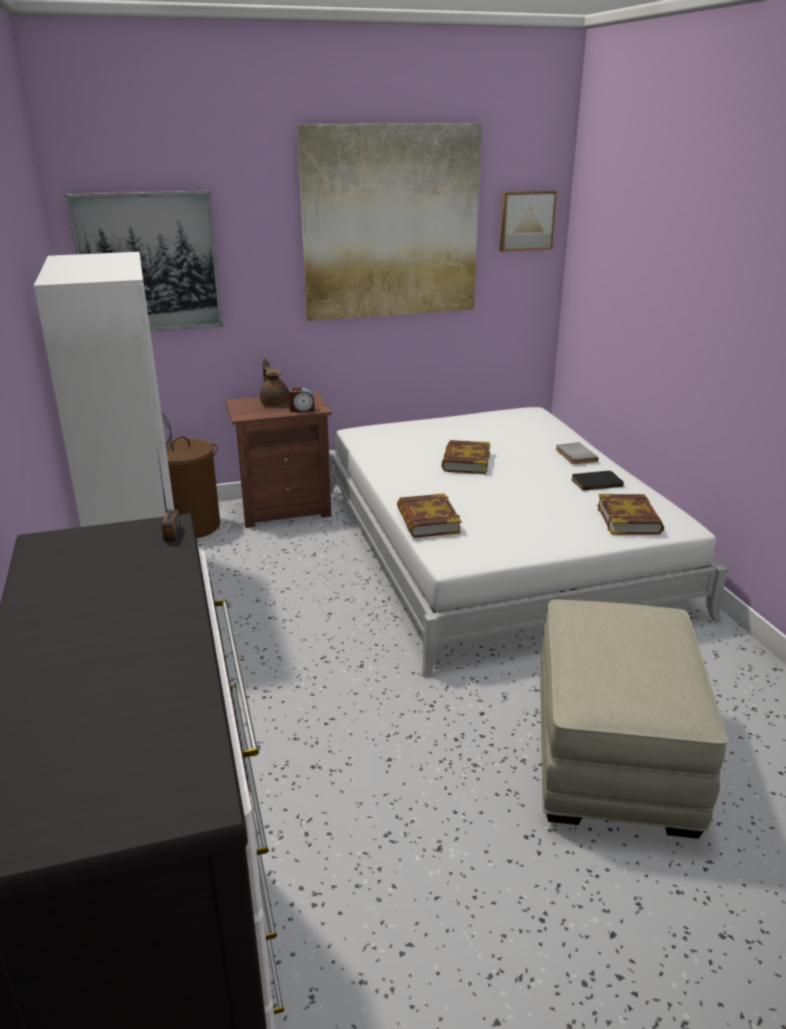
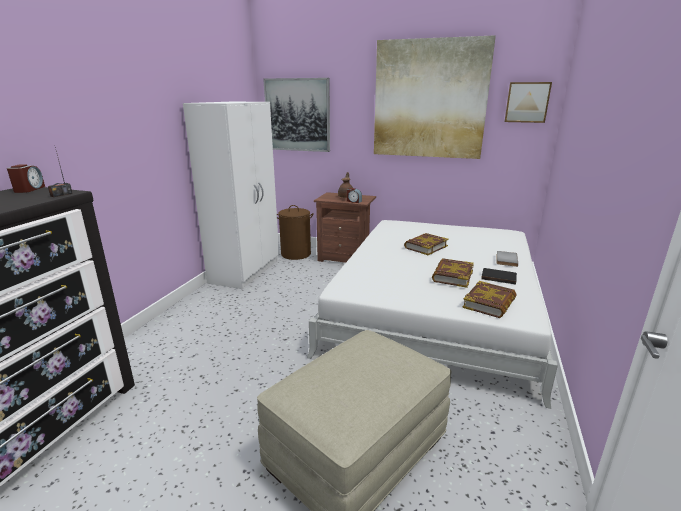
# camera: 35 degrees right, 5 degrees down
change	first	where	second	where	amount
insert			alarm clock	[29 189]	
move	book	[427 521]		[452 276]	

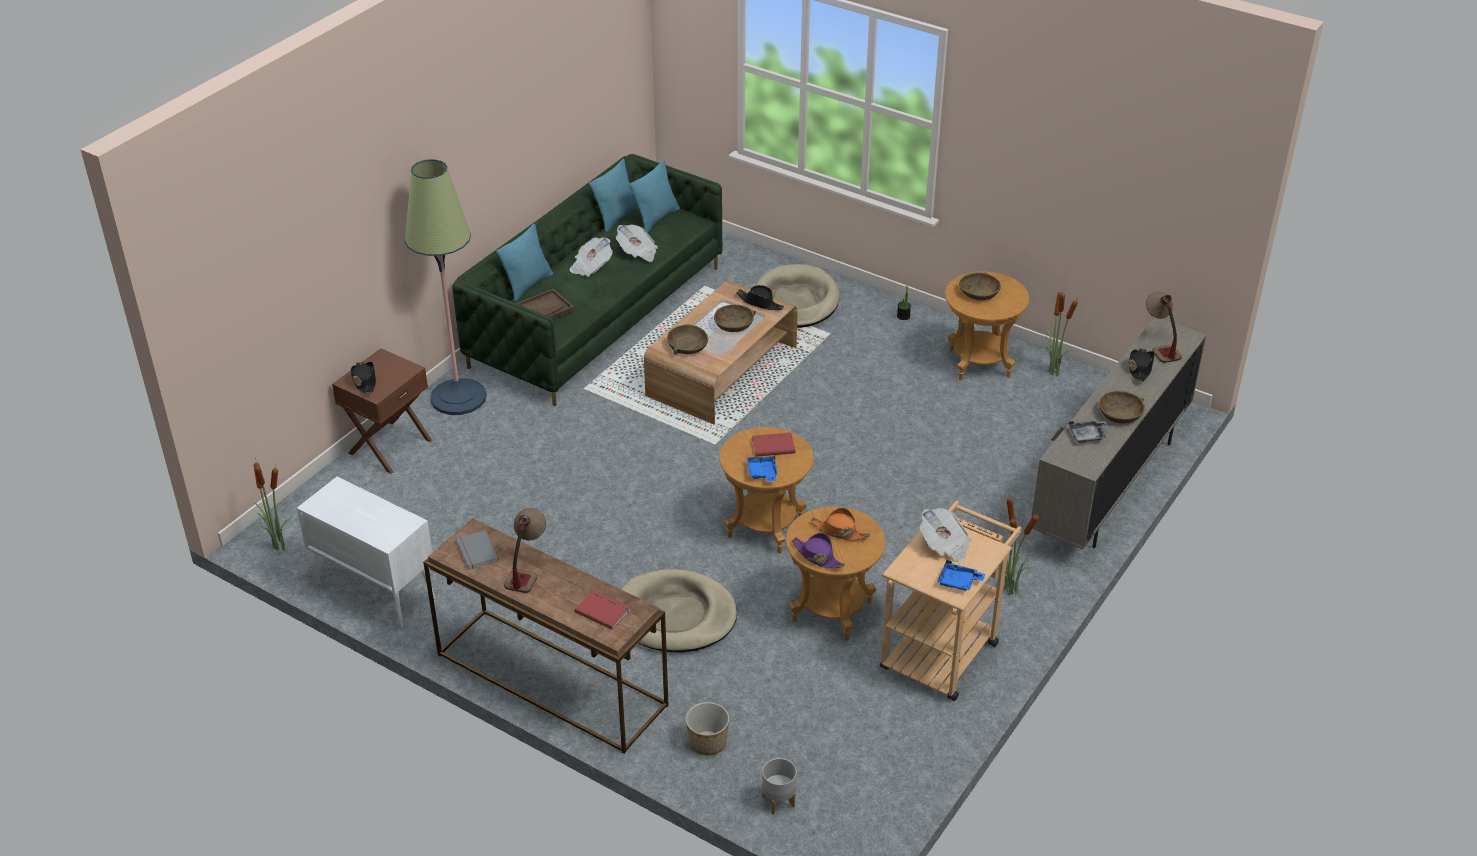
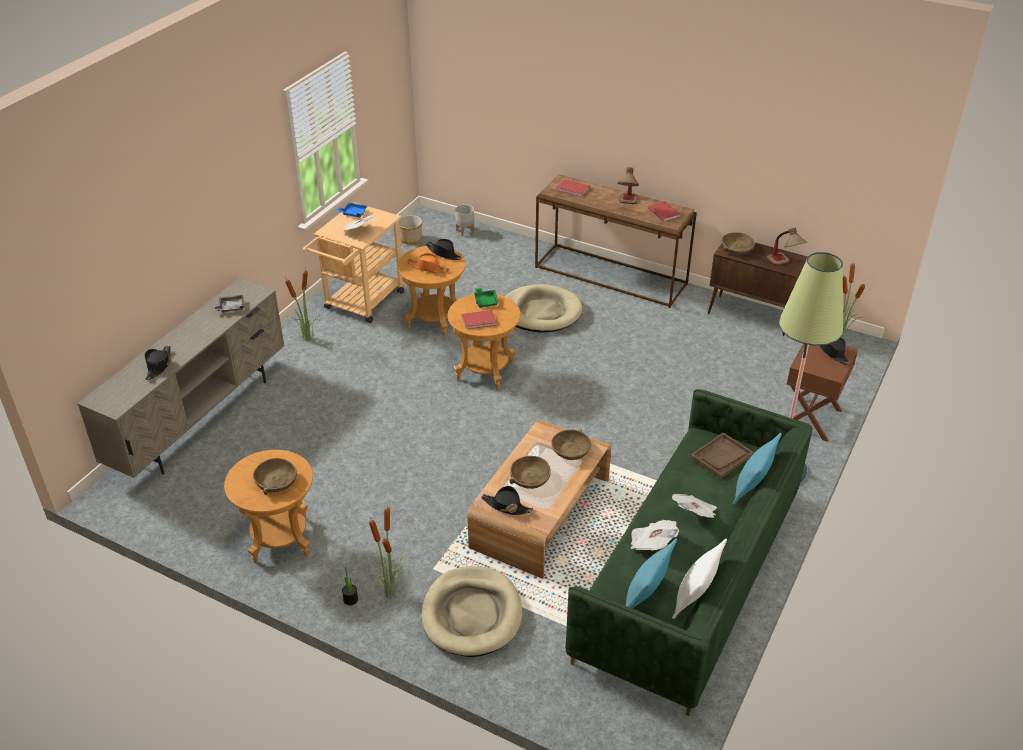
# camera: 175 degrees right, 0 degrees up
change	first	where	second	where	amount
move	potted plant	[1052 372]		[391 591]	
move	planter	[708 742]		[410 239]	
recolor	purple hat	[817 556]	black hat	[444 253]	
recolor	blue tray	[762 473]	green tray	[485 301]	
recolor	grey book	[476 552]	red book	[664 212]	
recolor	turquoise pillow	[617 217]	white pillow	[694 598]	
recolor	white cabinet	[374 590]	brown cabinet	[751 316]	
move	brown bowl	[1120 413]		[736 249]	
move	table lamp	[1159 346]		[784 265]	

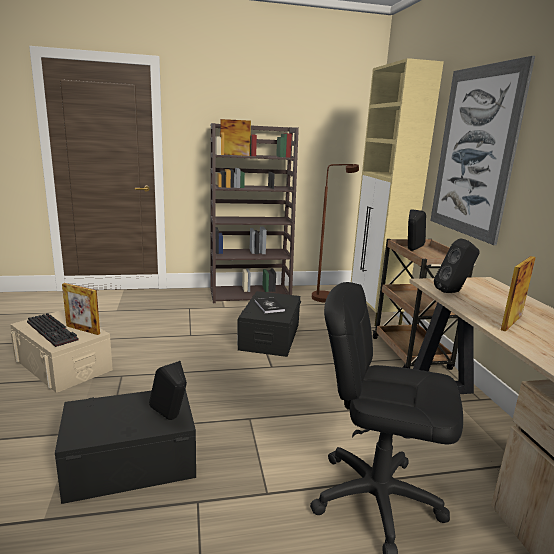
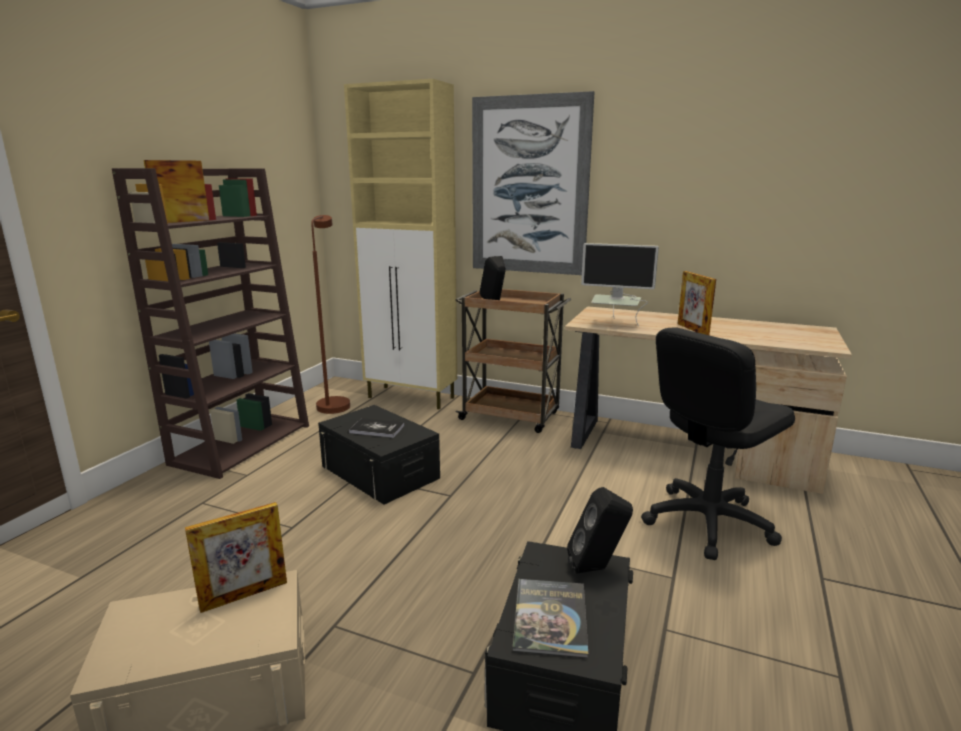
# camera: 55 degrees left, 0 degrees up
change	first	where	second	where	amount
insert			book	[550 617]	
replace	black speaker	[453 292]	monitor	[615 324]	
delete	keyboard	[54 331]			

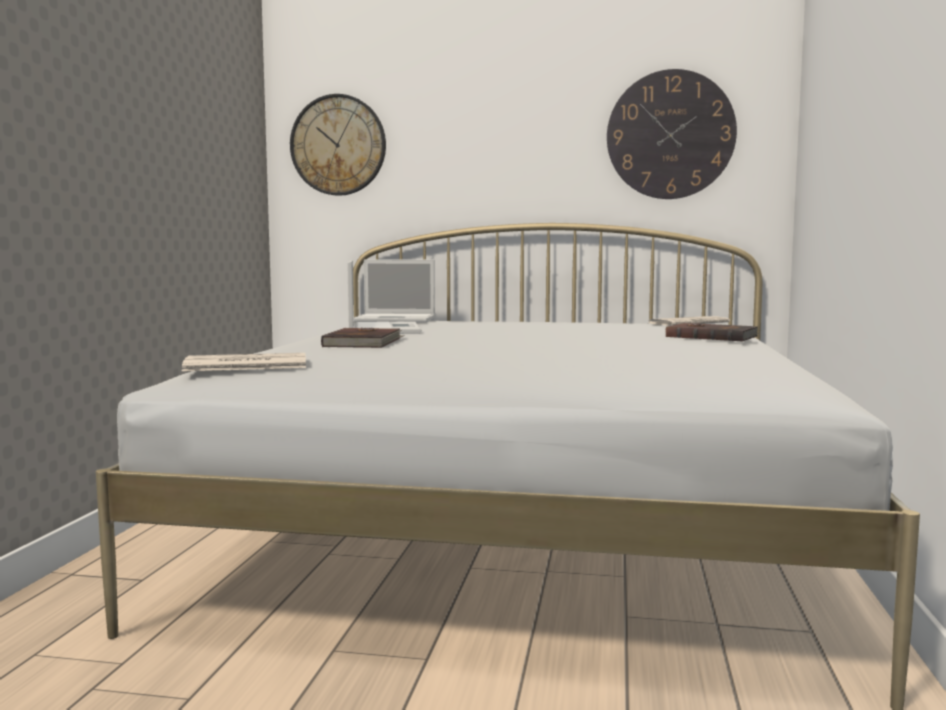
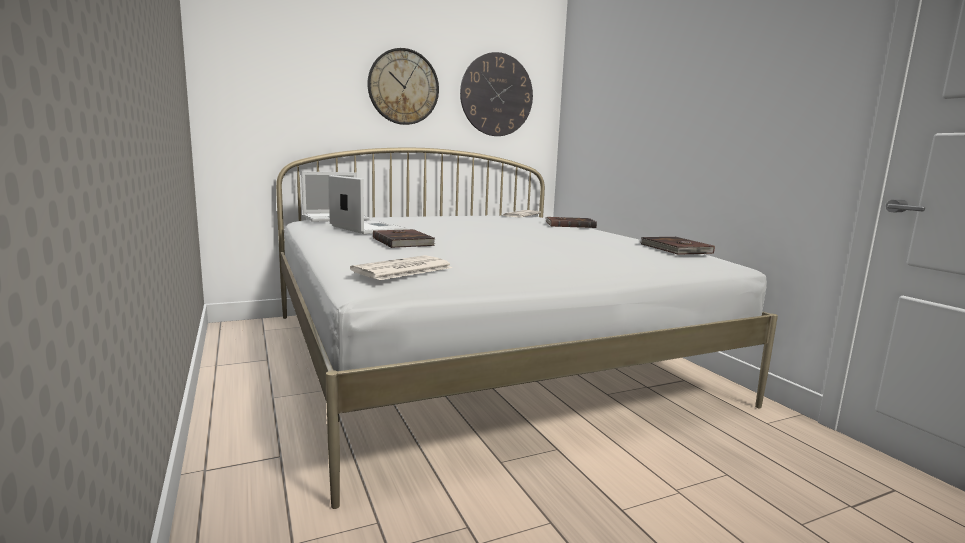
# camera: 35 degrees left, 5 degrees up
change	first	where	second	where	amount
move	wall clock	[338 145]		[403 87]	
insert			brown book	[675 249]	

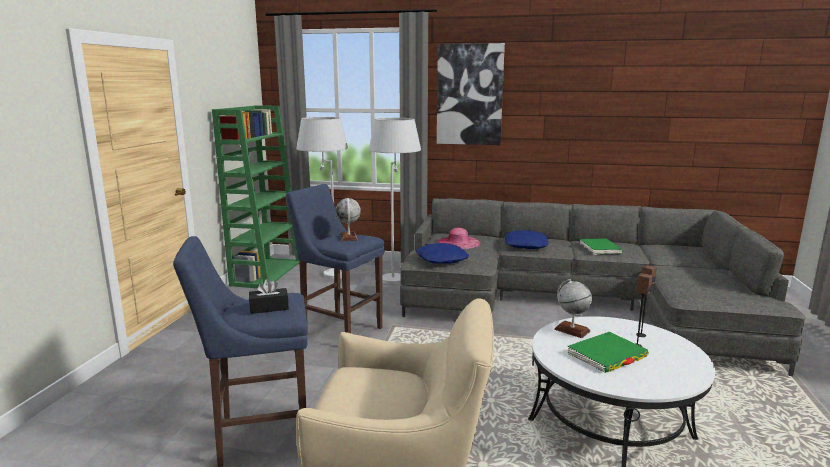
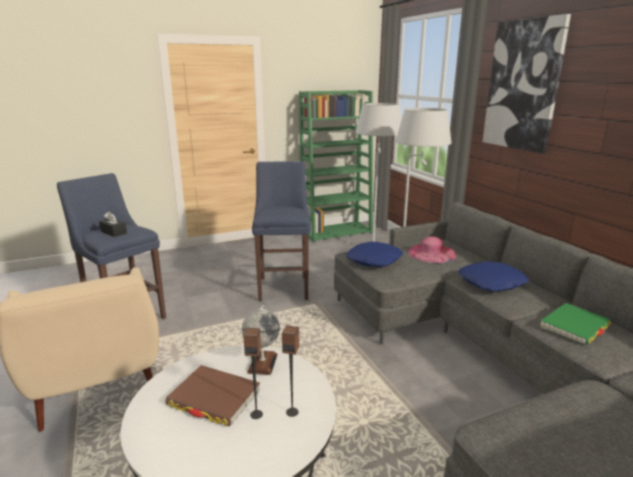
# camera: 55 degrees right, 5 degrees up
change	first	where	second	where	amount
recolor	green book	[607 355]	brown book	[214 398]	
delete	globe	[348 237]			

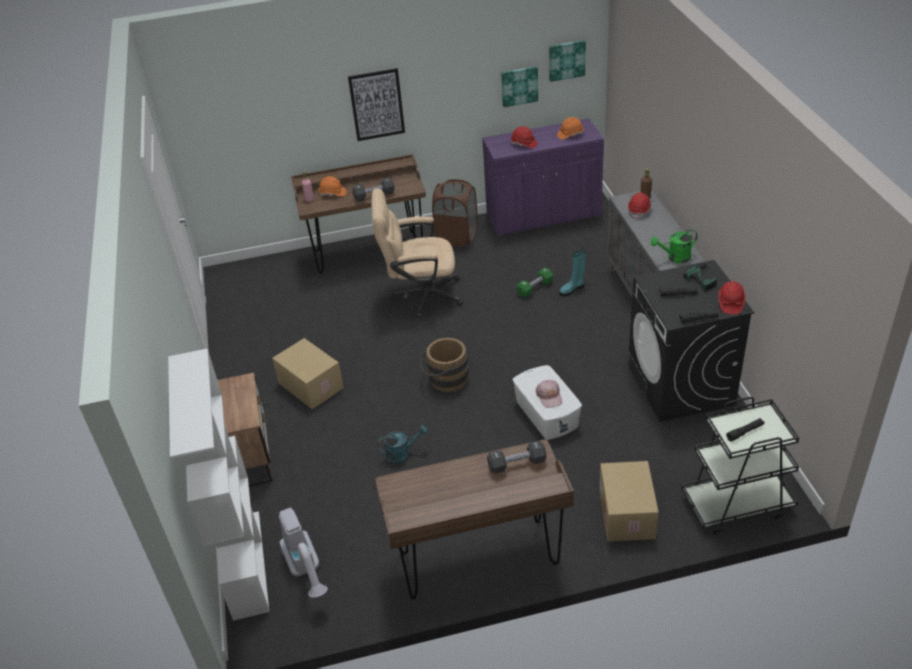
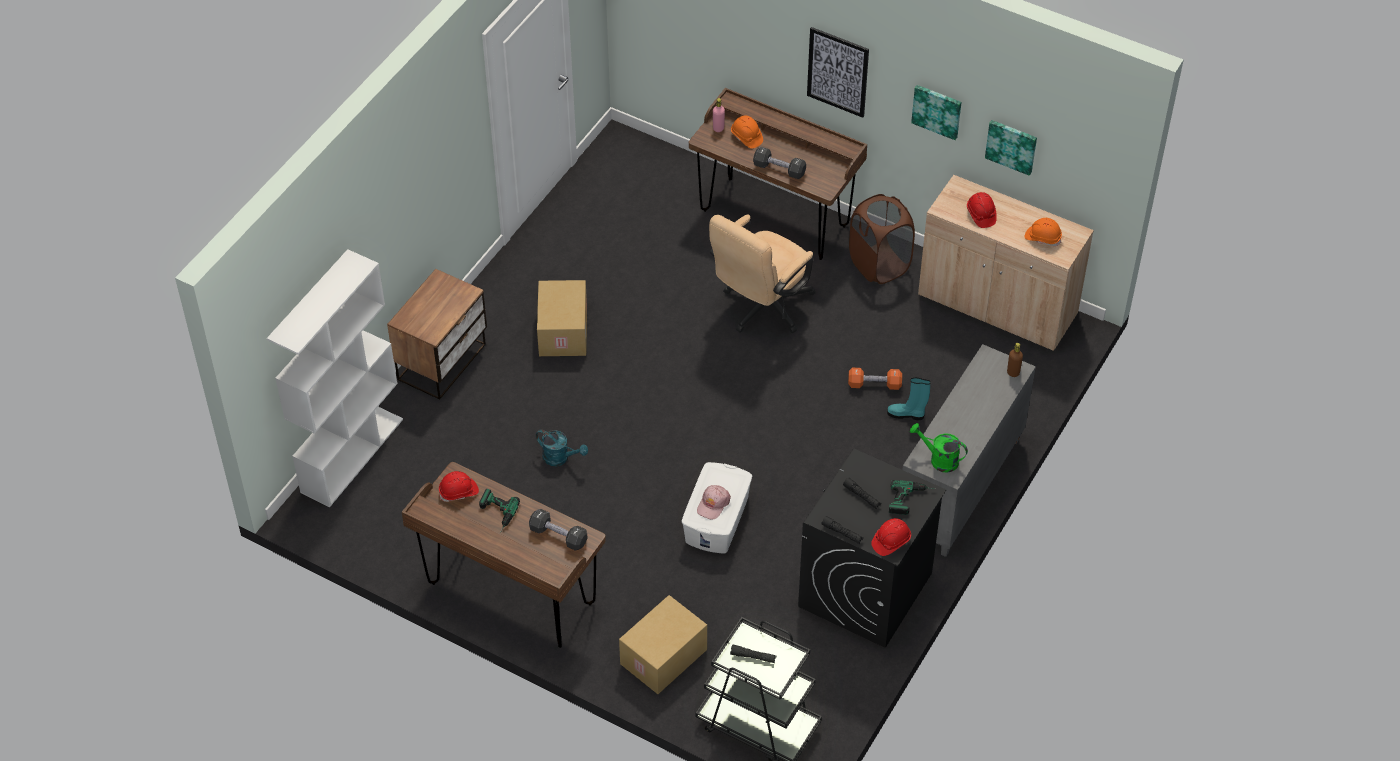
# camera: 40 degrees right, 10 degrees up
change	first	where	second	where	amount
move	red hard hat	[639 210]		[459 492]	
insert			power drill	[496 514]	
rotate	beige office chair	[420 296]		[761 309]	90 degrees counterclockwise
recolor	green dumbbell	[534 288]	orange dumbbell	[874 384]	
move	picture	[566 60]		[937 110]	
recolor	purple cabinet	[543 215]	beige cabinet	[997 305]	
delete	vacuum cleaner	[307 571]			
delete	brown bucket	[445 380]			

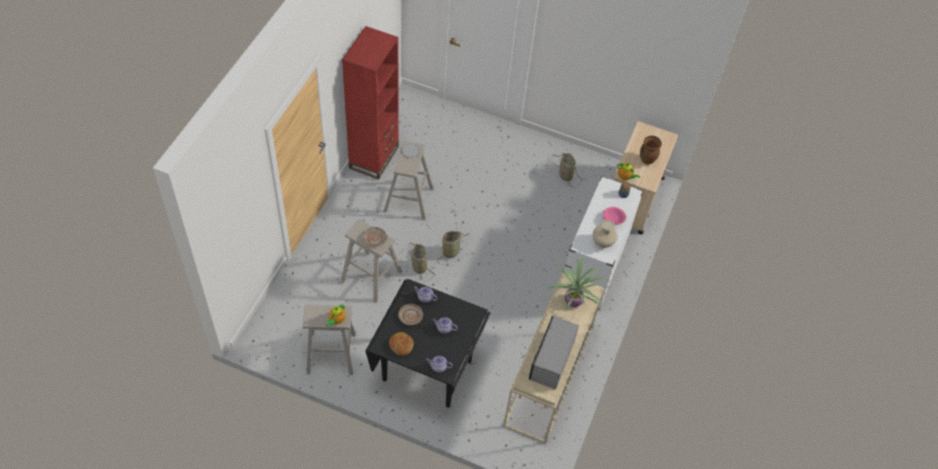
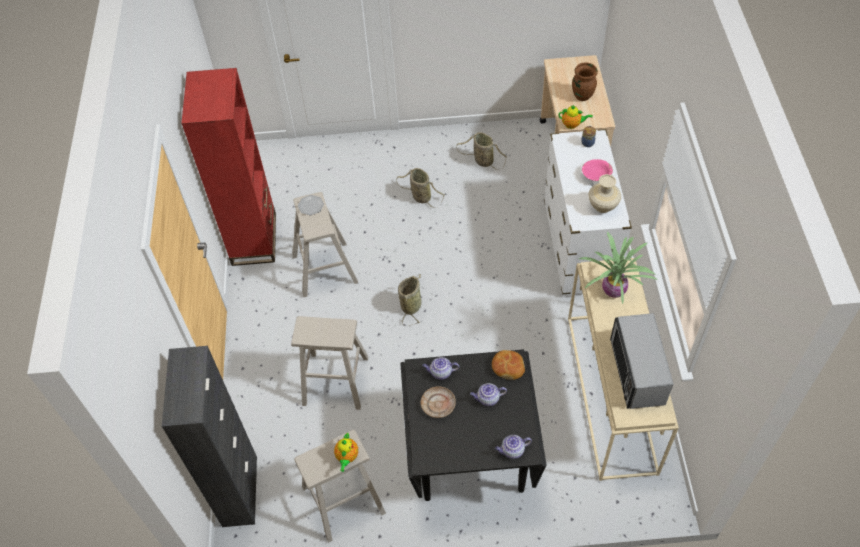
# camera: 20 degrees left, 0 degrees up
change	first	where	second	where	amount
insert			black cabinet	[240 491]	
move	basket	[419 266]		[420 196]	
move	bread	[401 345]		[508 367]	
delete	beige plate	[374 239]			

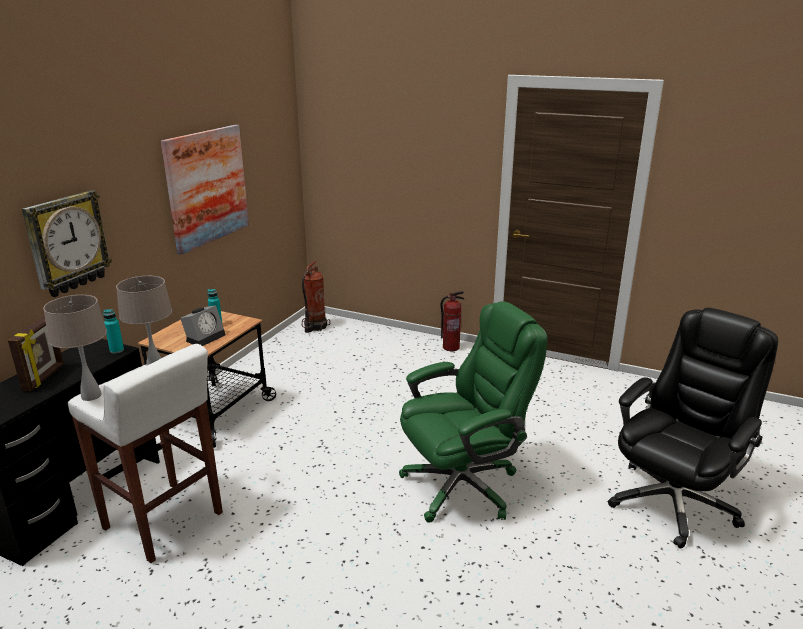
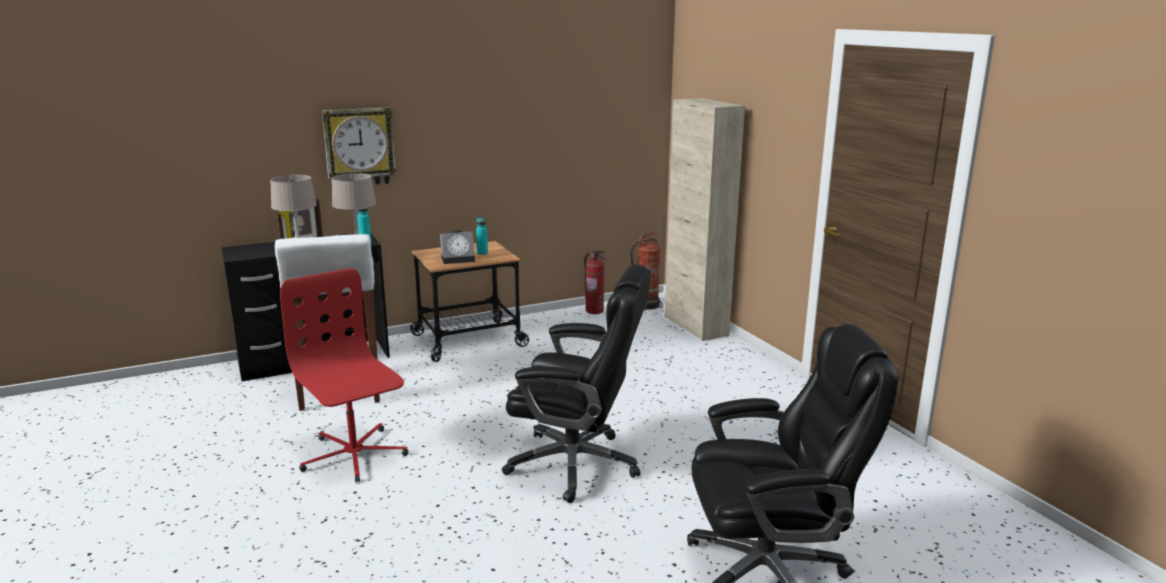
# camera: 40 degrees right, 5 degrees down
change	first	where	second	where	amount
insert			red office chair	[353 455]	
recolor	green office chair	[463 485]	black office chair	[576 464]	
move	fire extinguisher	[451 347]		[595 311]	
insert			beige cabinet	[695 326]	
delete	picture	[207 187]			

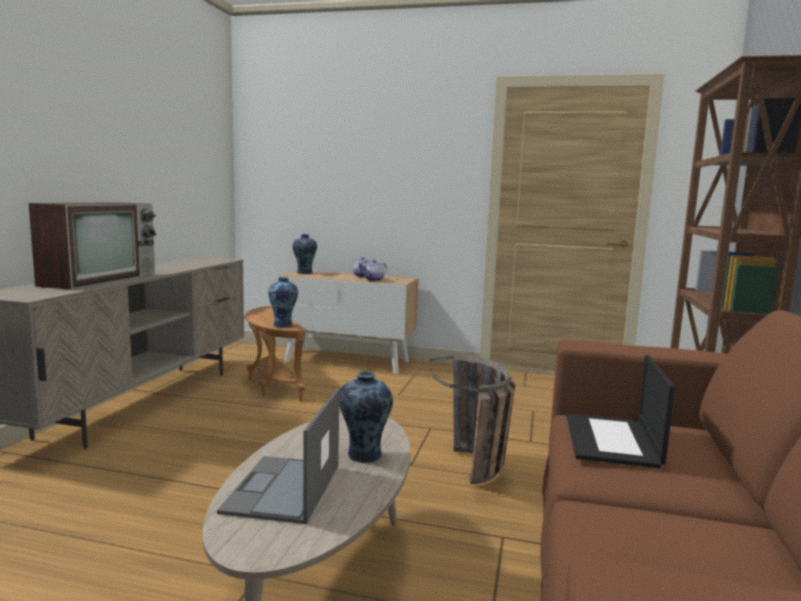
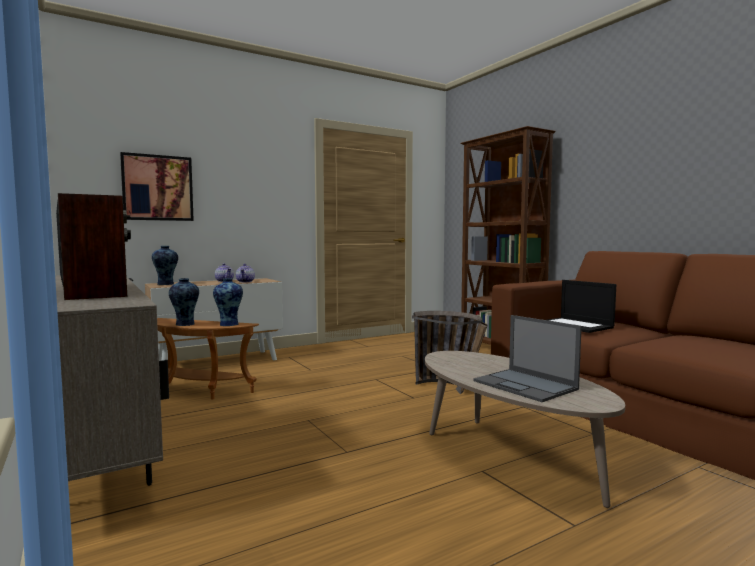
# camera: 45 degrees left, 5 degrees down
change	first	where	second	where	amount
insert			picture	[157 188]	
move	vase	[363 456]		[185 324]	

